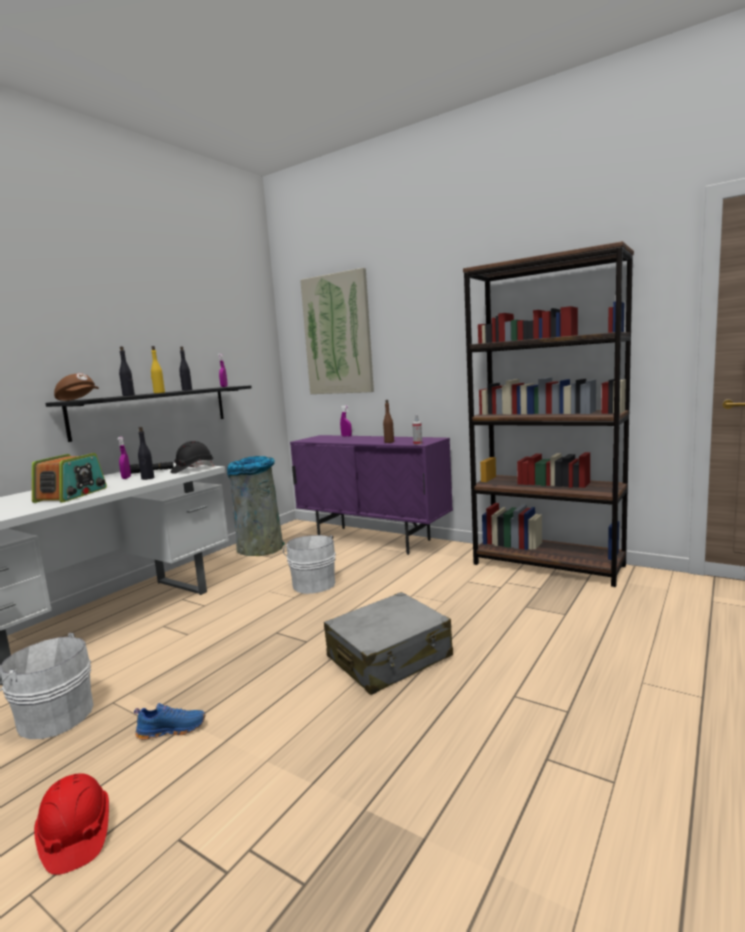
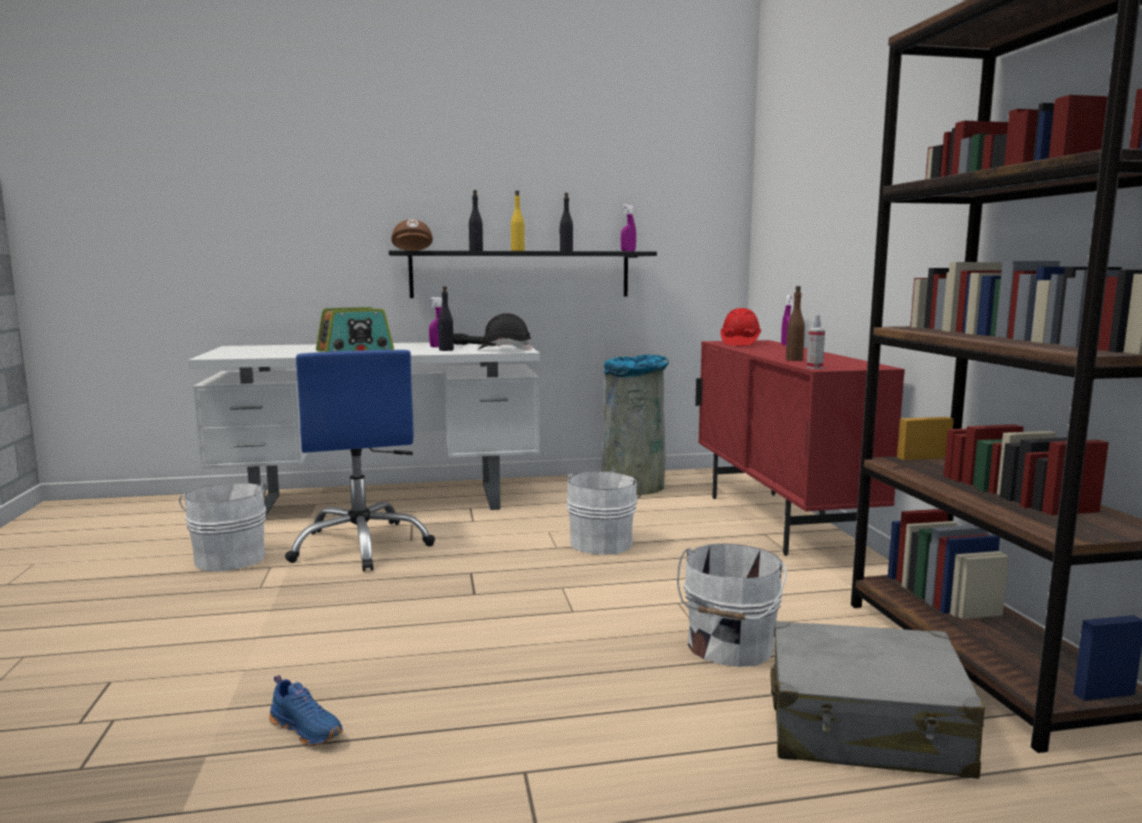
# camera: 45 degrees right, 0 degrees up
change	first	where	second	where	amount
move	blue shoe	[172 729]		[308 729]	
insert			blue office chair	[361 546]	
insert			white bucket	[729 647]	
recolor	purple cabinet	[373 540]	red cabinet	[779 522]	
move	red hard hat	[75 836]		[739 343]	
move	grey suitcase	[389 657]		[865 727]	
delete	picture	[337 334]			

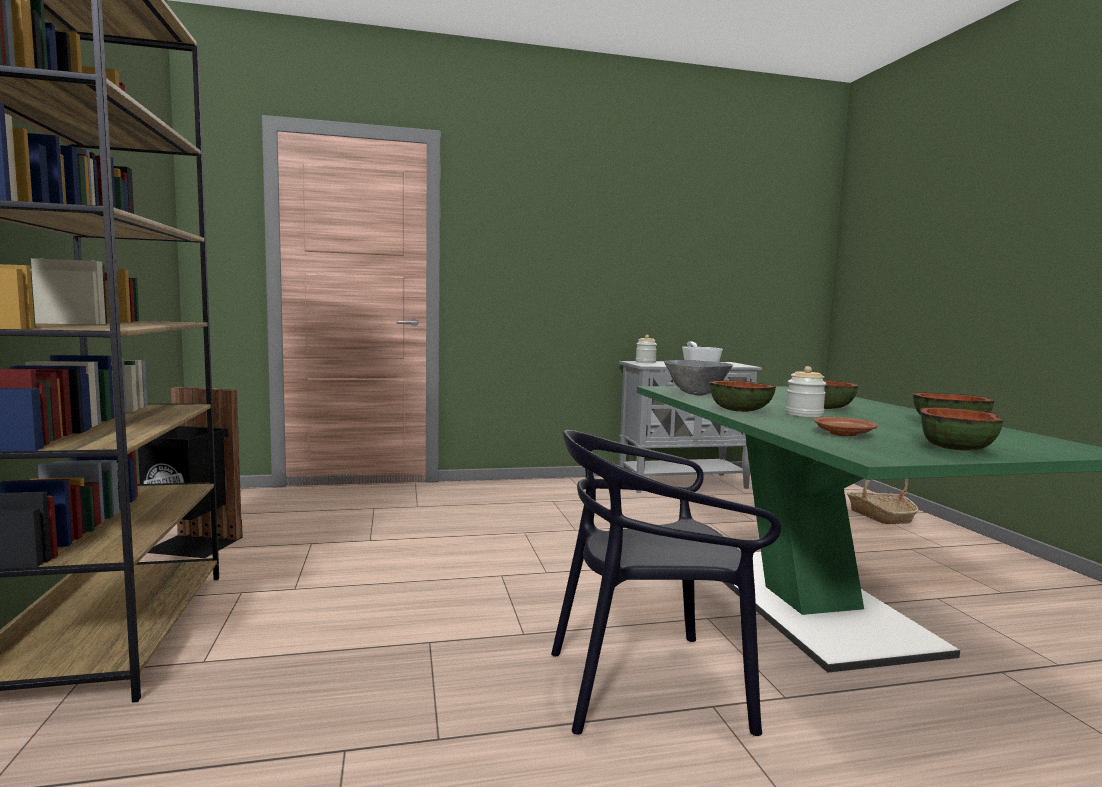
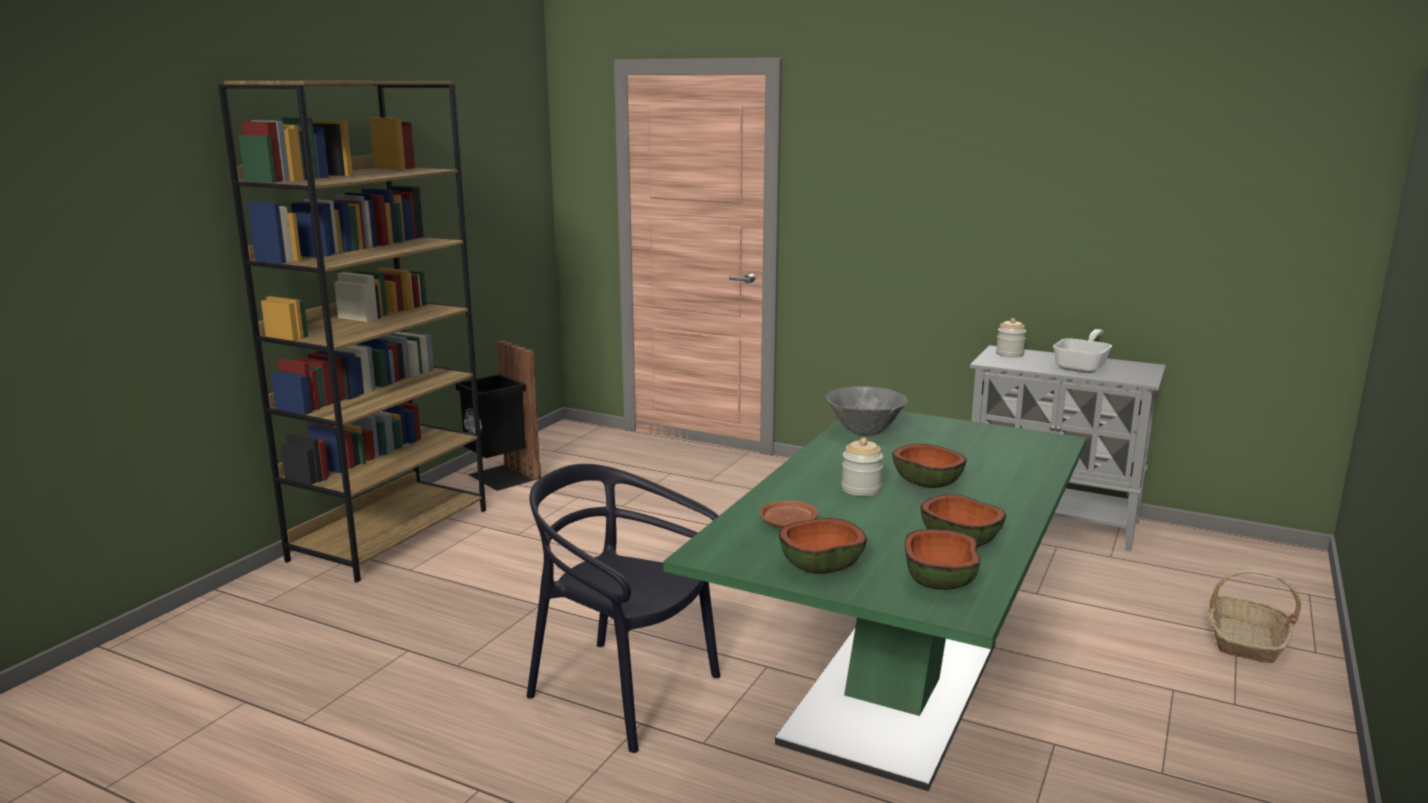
# camera: 40 degrees right, 10 degrees up
change	first	where	second	where	amount
move	bowl	[741 410]		[941 582]	

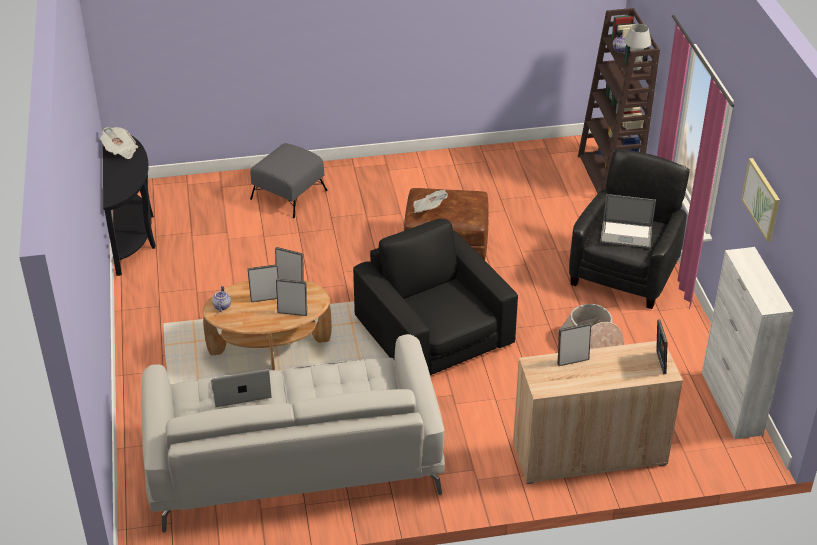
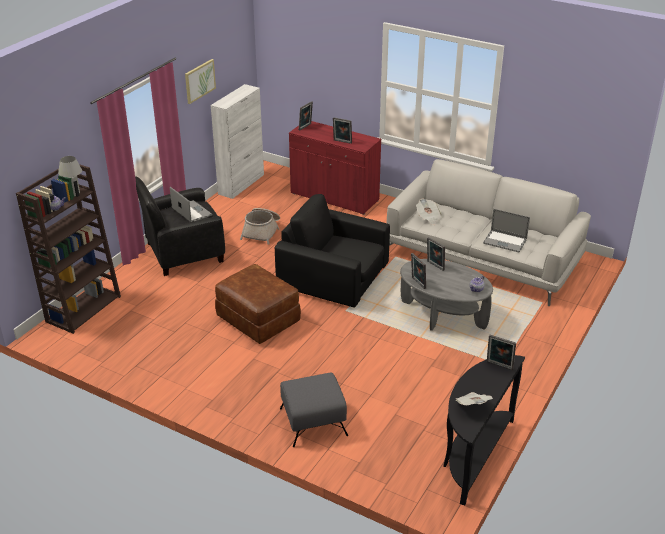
# camera: 140 degrees left, 5 degrees down
change	first	where	second	where	amount
rotate	black armchair	[435 332]		[334 276]	105 degrees clockwise
recolor	beige cabinet	[589 453]	red cabinet	[334 197]	
recolor	brown coffee table	[270 348]	grey coffee table	[443 315]	
move	newspaper	[429 209]		[429 218]	
move	picture frame	[265 298]		[499 366]	

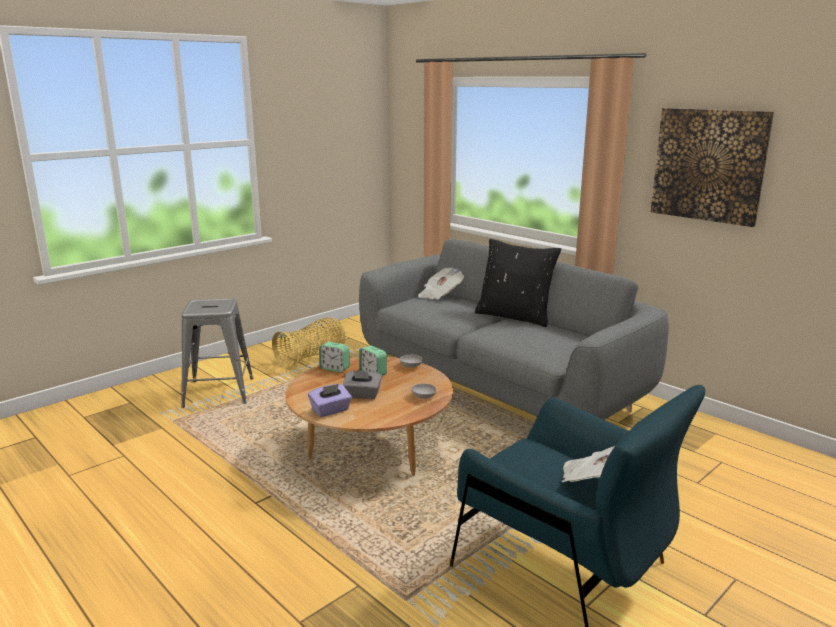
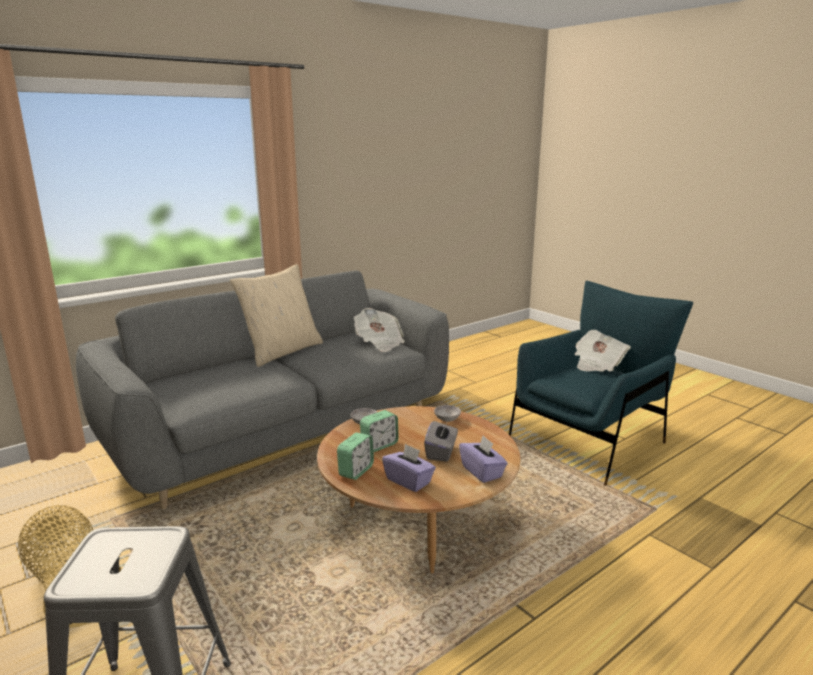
# camera: 85 degrees left, 0 degrees up
change	first	where	second	where	amount
recolor	black pillow	[515 316]	beige pillow	[282 351]	
move	newspaper	[440 295]		[379 343]	
insert			purple tissue box	[409 481]	
delete	picture	[709 165]			

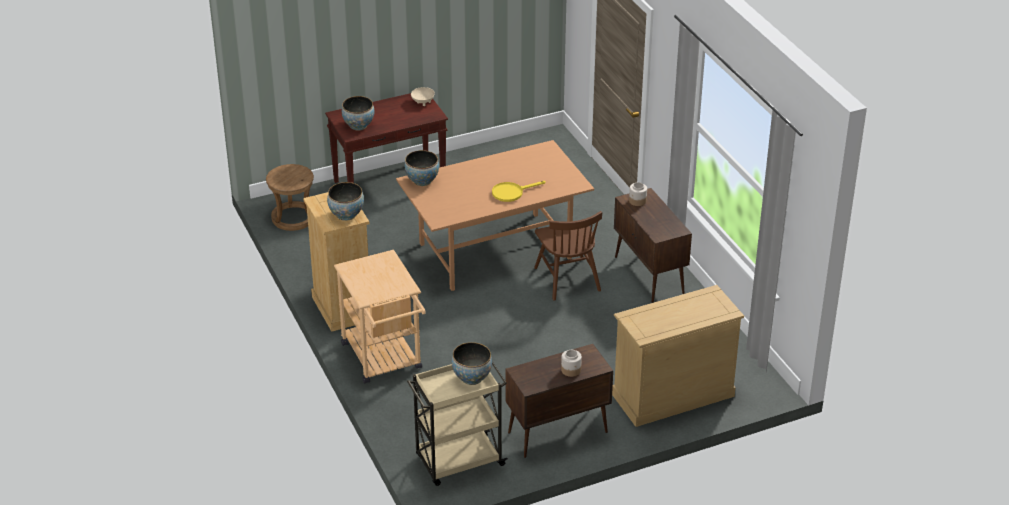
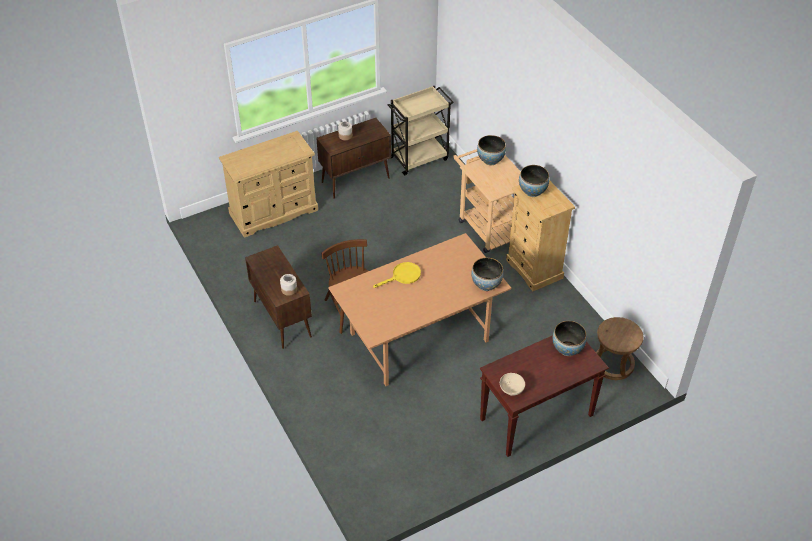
# camera: 175 degrees right, 10 degrees up
change	first	where	second	where	amount
move	bowl	[472 378]		[490 160]	

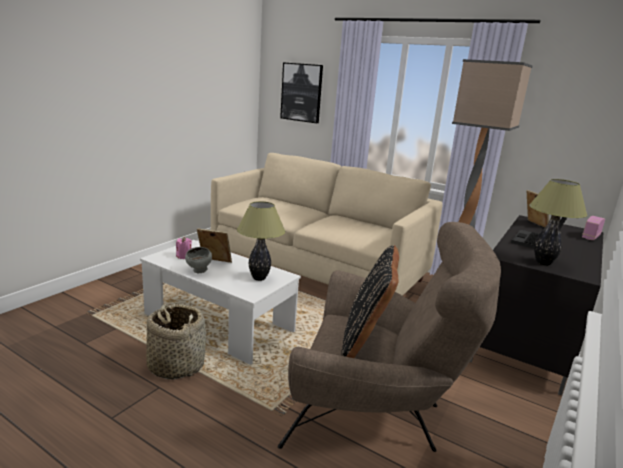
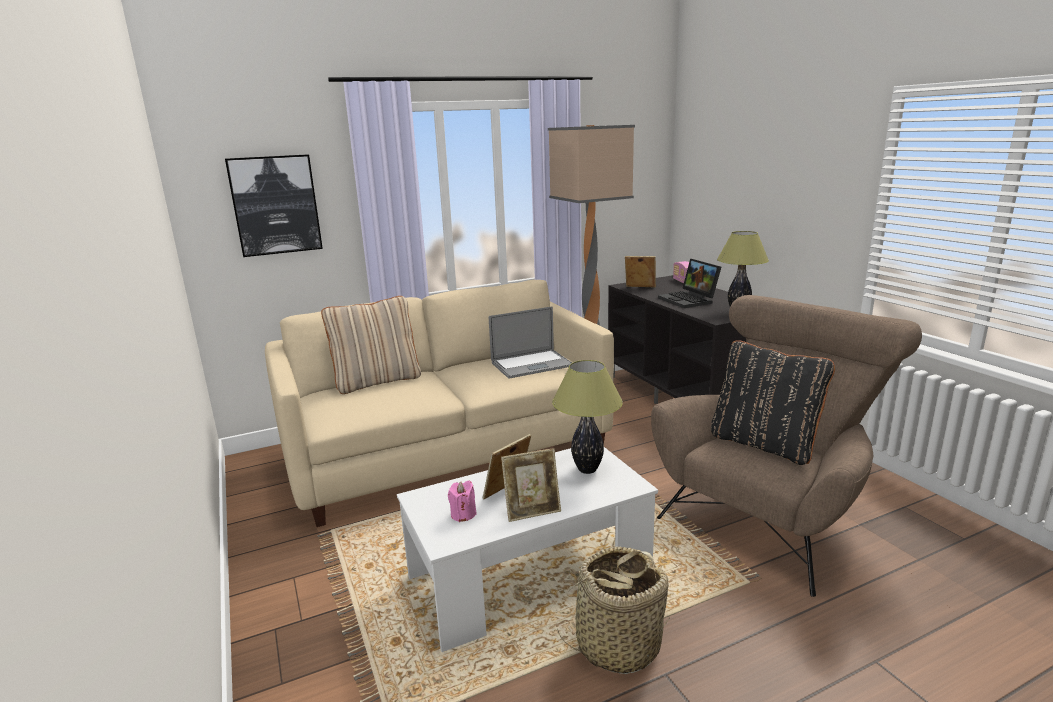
# camera: 55 degrees left, 0 degrees up
change	first	where	second	where	amount
insert			beige pillow	[377 381]	
insert			laptop	[531 364]	
replace	grey bowl	[199 271]	picture frame	[532 511]	

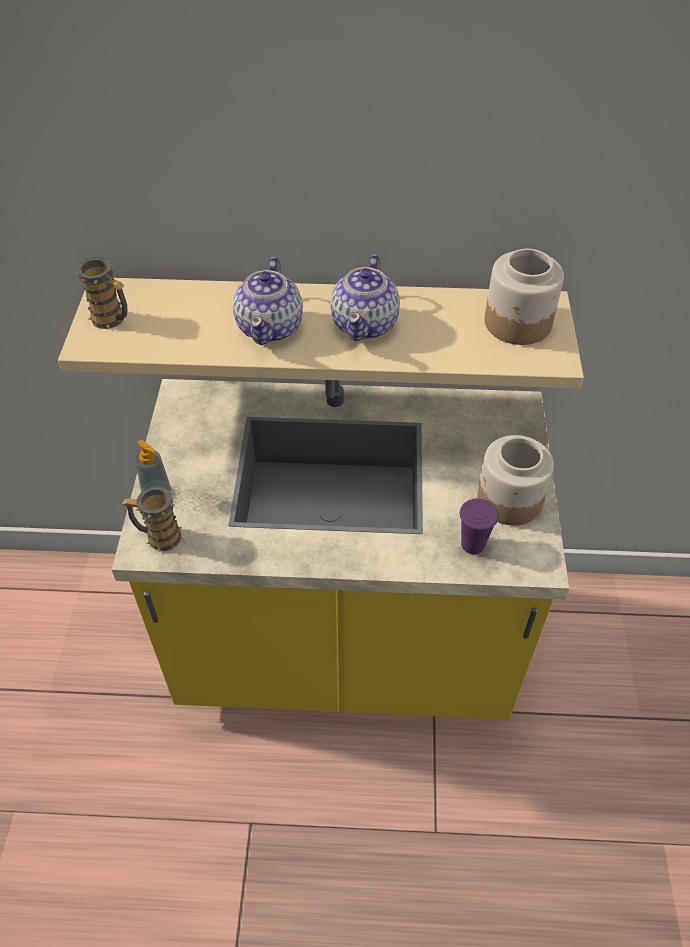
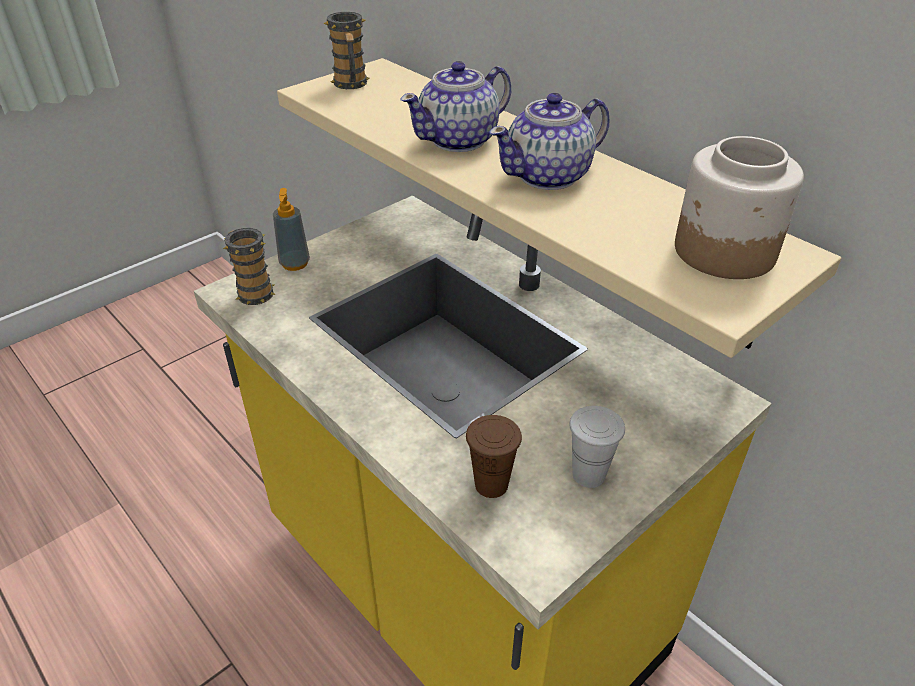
# camera: 45 degrees right, 10 degrees down
change	first	where	second	where	amount
recolor	purple cup	[472 544]	brown cup	[491 484]	
replace	jar	[509 500]	white cup	[588 474]	

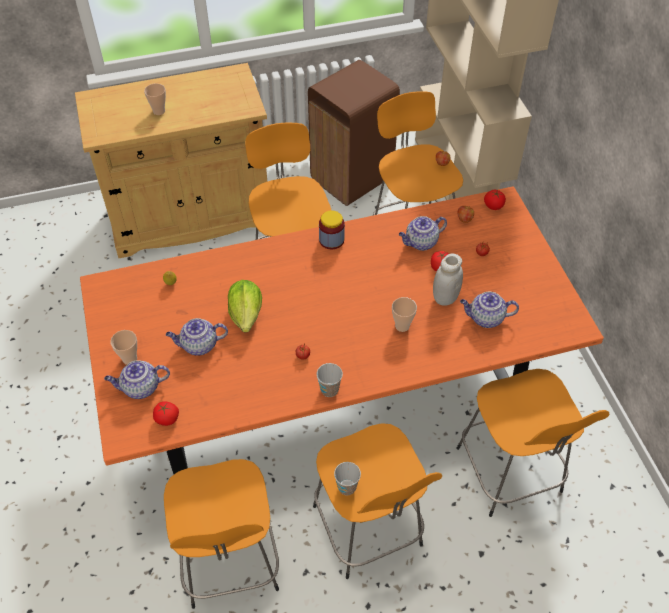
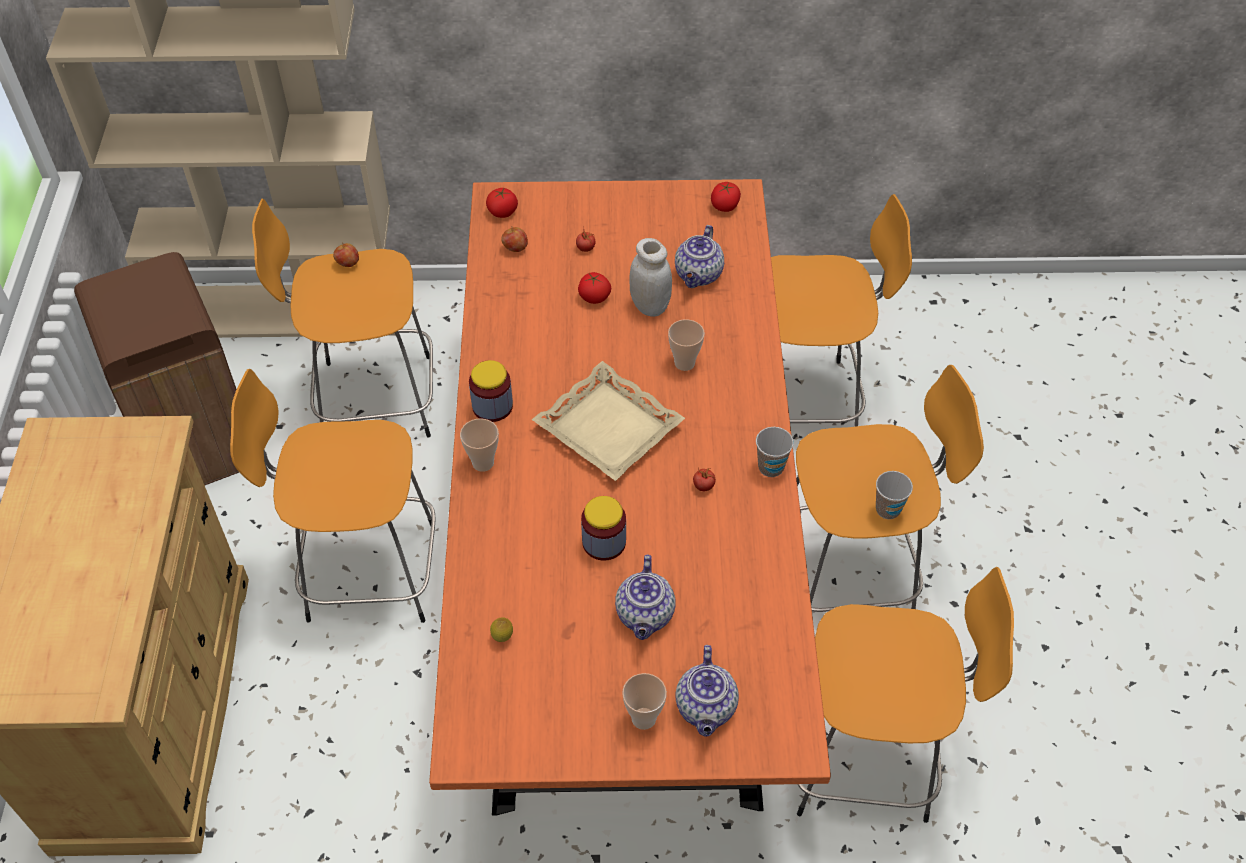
# camera: 75 degrees left, 0 degrees up
change	first	where	second	where	amount
move	cup	[159 111]		[483 463]	
insert			beige tray	[609 427]	
replace	lettuce	[246 314]	jar	[604 542]	
move	tomato	[167 419]		[725 206]	
delete	teapot	[420 243]			

